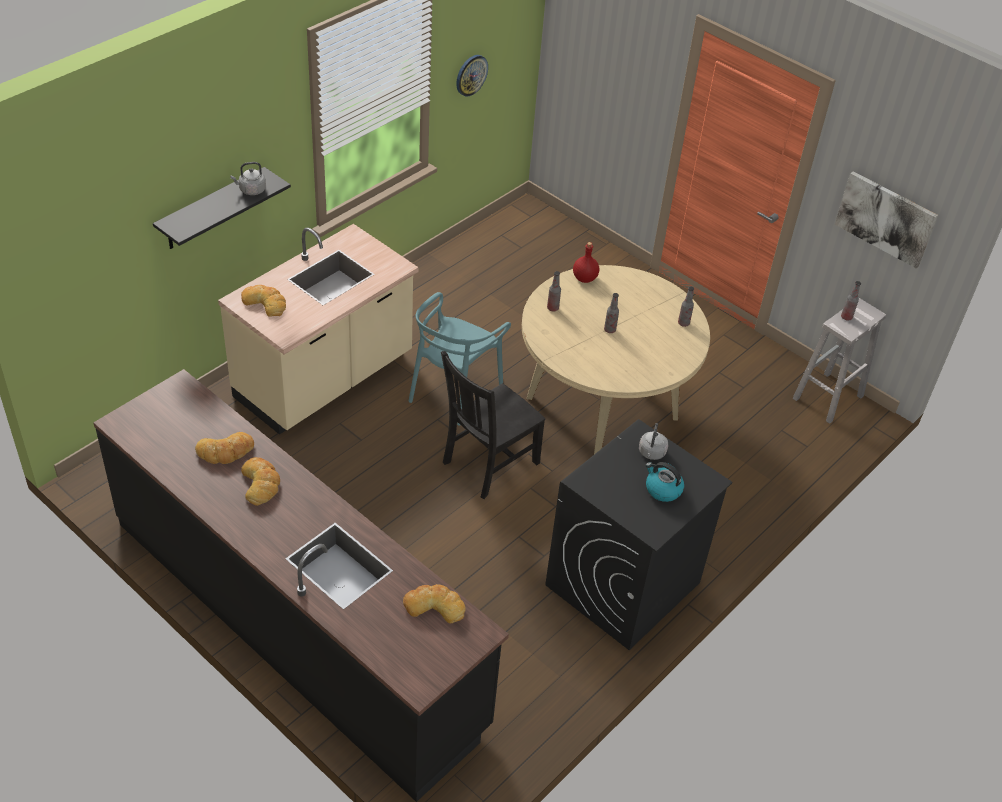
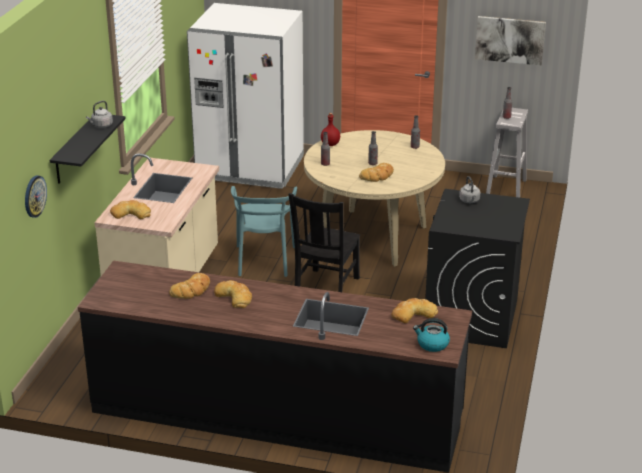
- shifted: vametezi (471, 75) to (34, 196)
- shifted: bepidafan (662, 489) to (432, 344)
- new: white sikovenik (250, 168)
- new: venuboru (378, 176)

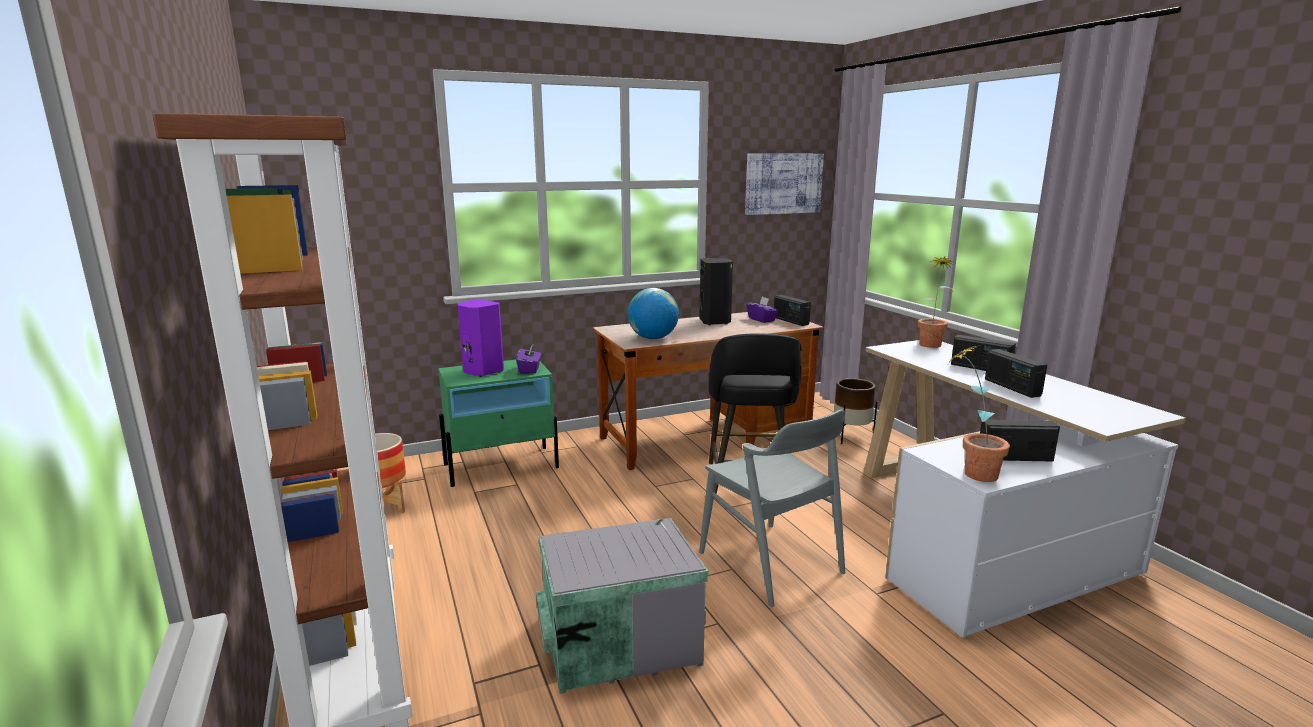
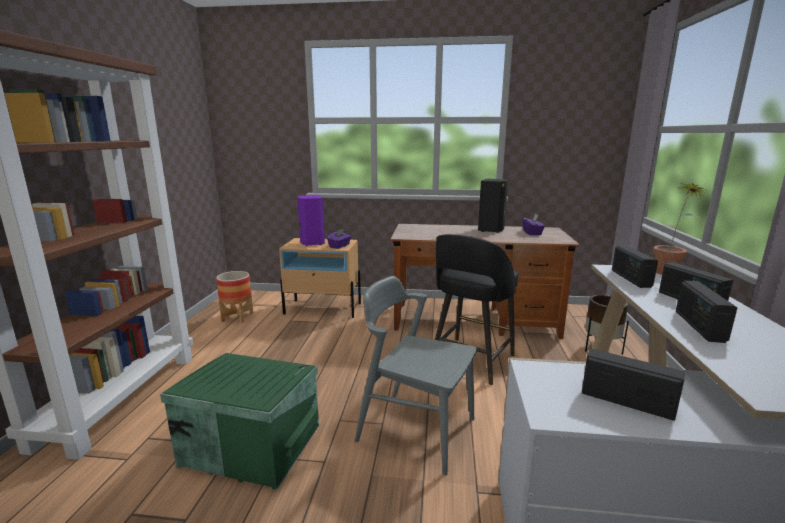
- repainted: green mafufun (502, 466) to beige mafufun (323, 308)
- repainted: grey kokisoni (617, 637) to green kokisoni (252, 443)
- gone: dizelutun (653, 338)
- rotated: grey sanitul (770, 563) = (416, 430) 120 degrees clockwise
- gone: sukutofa (783, 183)
- shifted: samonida (790, 321) to (630, 279)
- gone: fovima (970, 472)

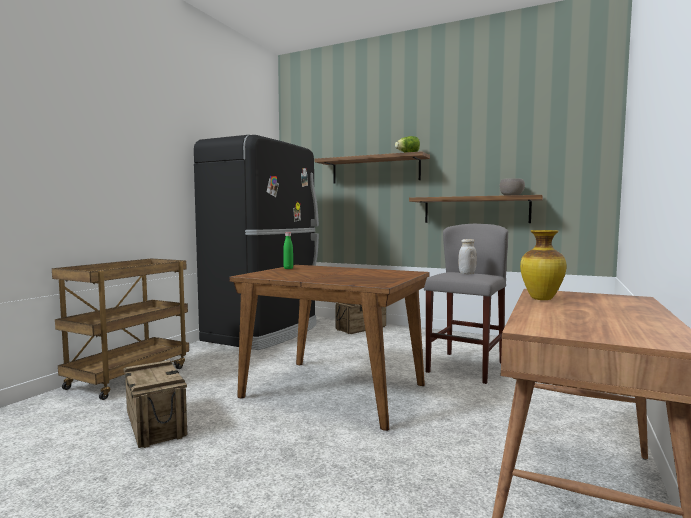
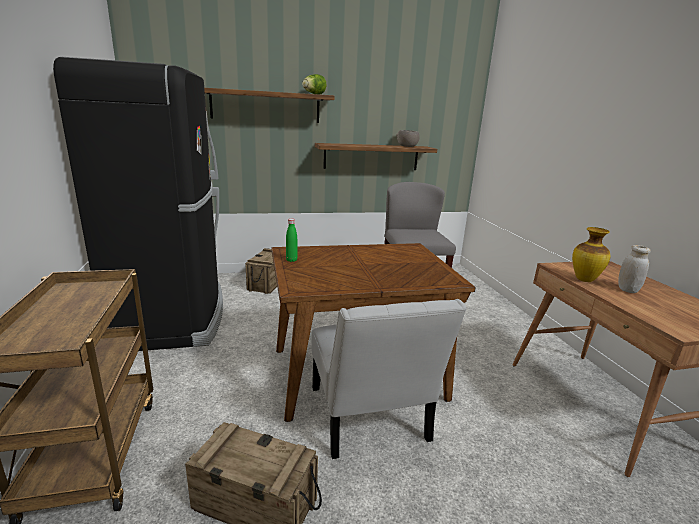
- shifted: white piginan (467, 273) to (627, 290)
- new: white sanitul (369, 419)

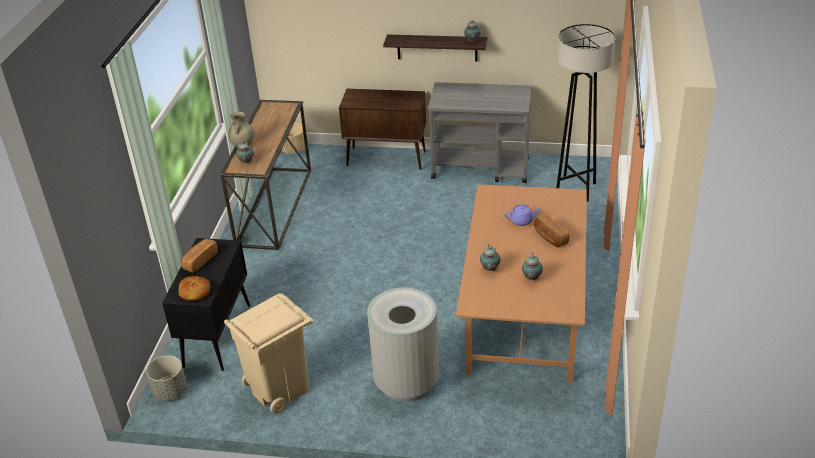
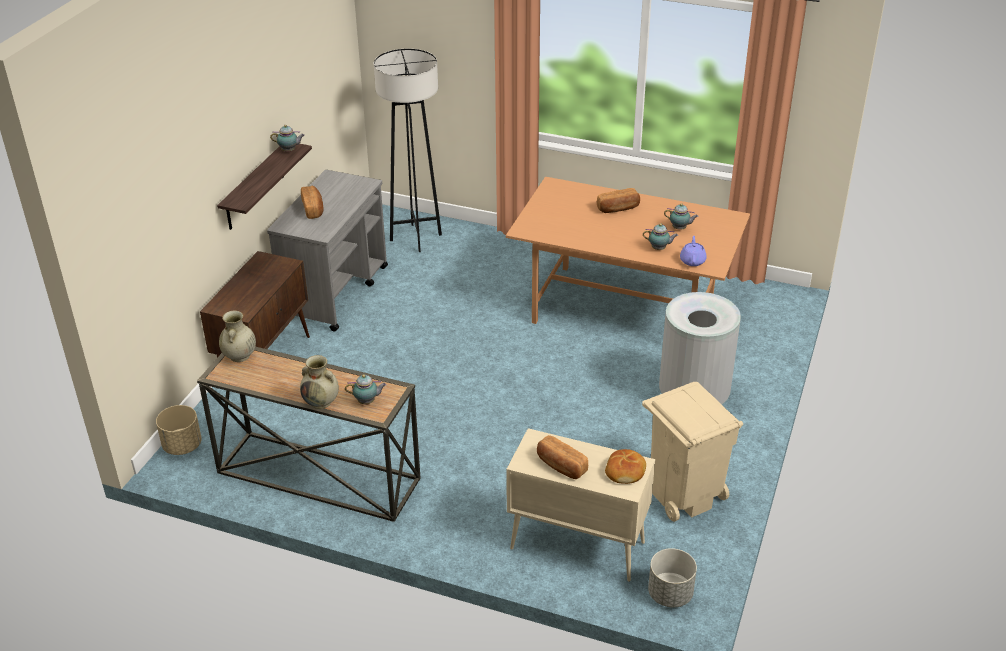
- repainted: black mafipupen (217, 335) to beige mafipupen (576, 545)
- shifted: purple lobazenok (522, 221) to (692, 260)
- new: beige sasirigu (239, 356)
- new: venuboru (313, 209)

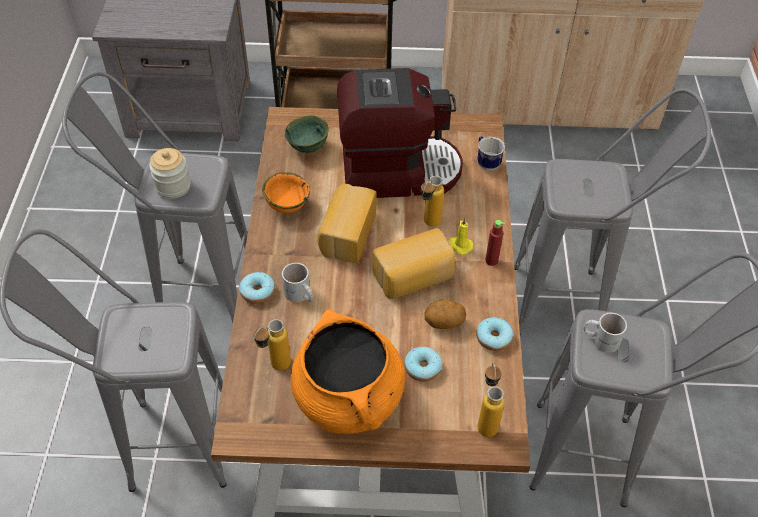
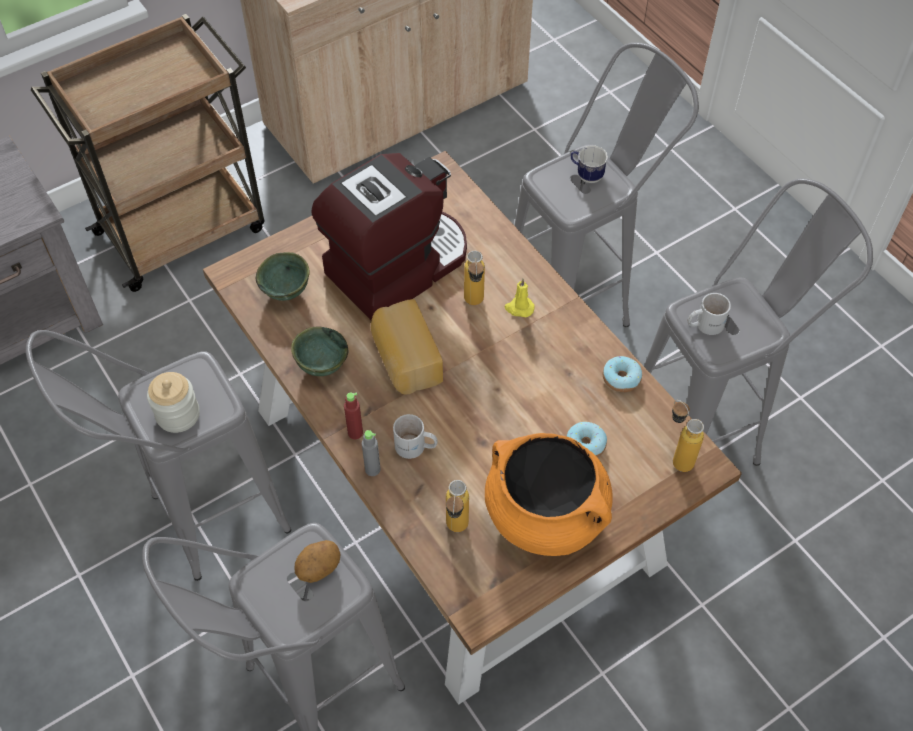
- swapped: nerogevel (257, 292) to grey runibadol (372, 469)
- repainted: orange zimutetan (287, 206) to green zimutetan (321, 365)
- gone: venuboru (414, 277)
- shifted: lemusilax (444, 323) to (318, 568)
- shifted: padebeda (486, 162) to (586, 175)
- shifted: red runibadol (491, 261) to (355, 433)

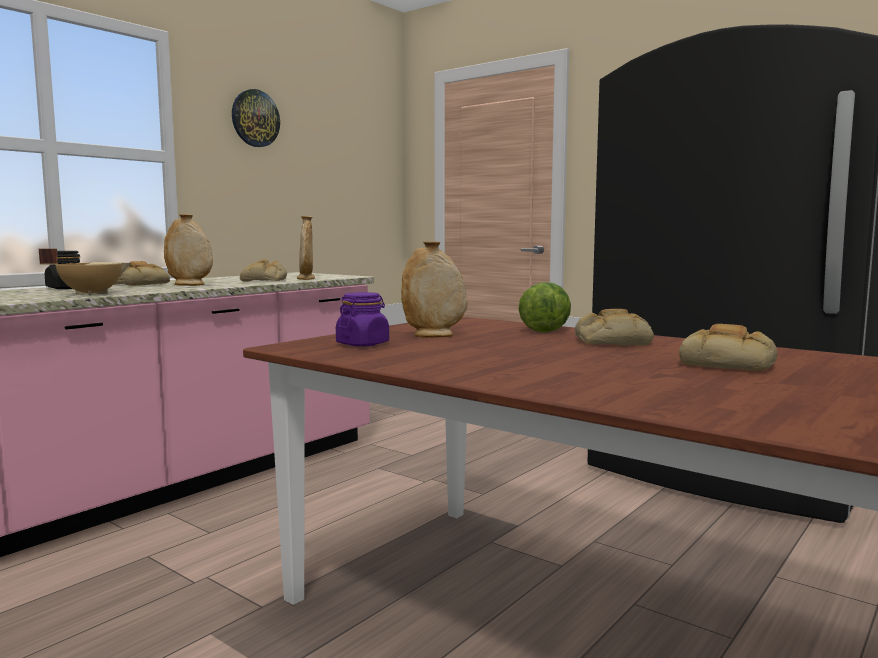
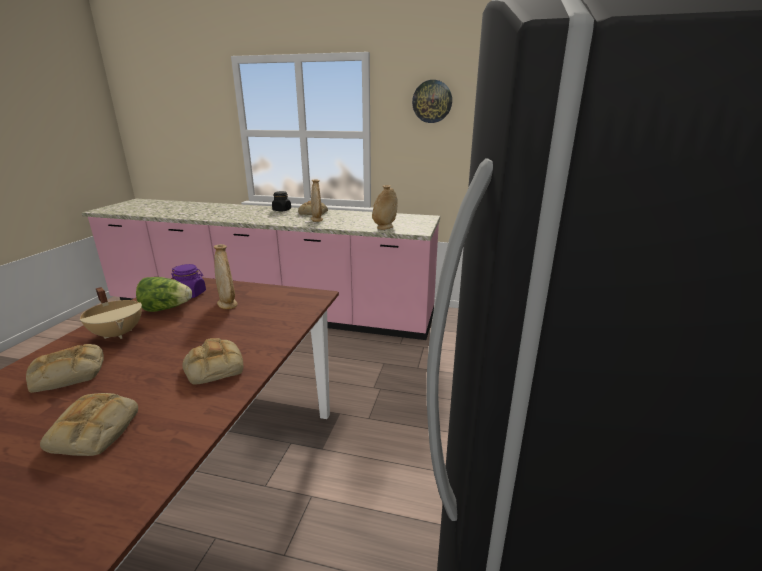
- shifted: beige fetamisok (91, 294) to (119, 333)
- shifted: venuboru (264, 280) to (67, 374)
- shifted: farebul (546, 329) to (166, 309)

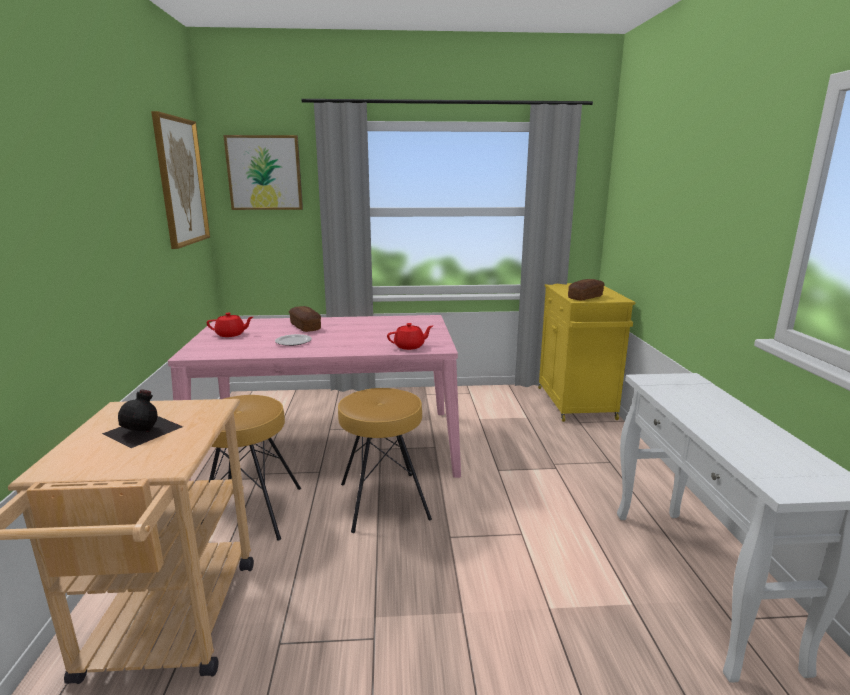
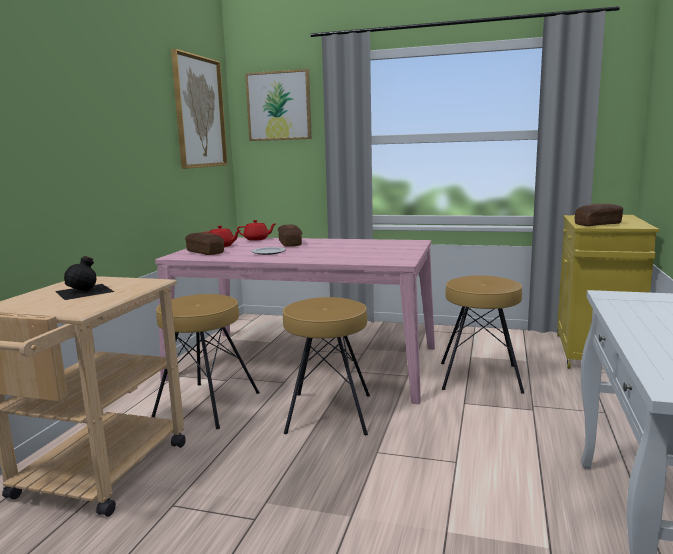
- shifted: red lobazenok (410, 346) to (257, 239)
- new: venuboru (205, 252)
- new: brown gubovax (480, 377)

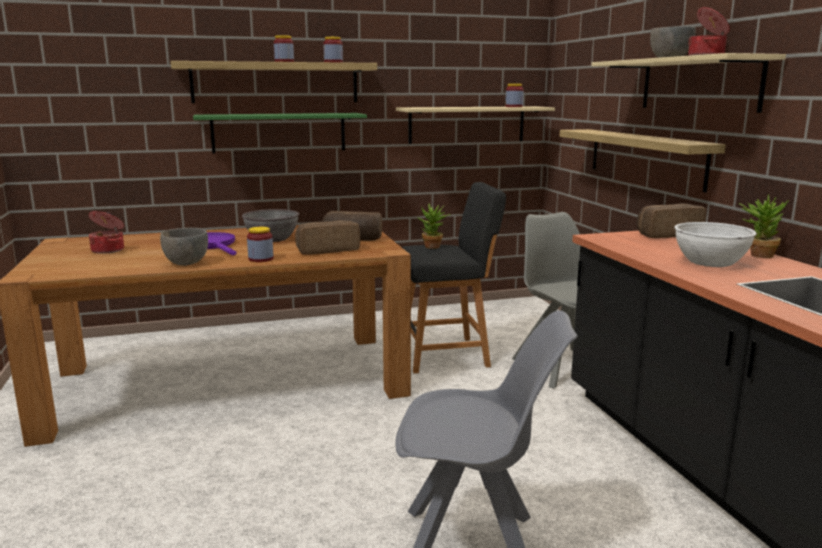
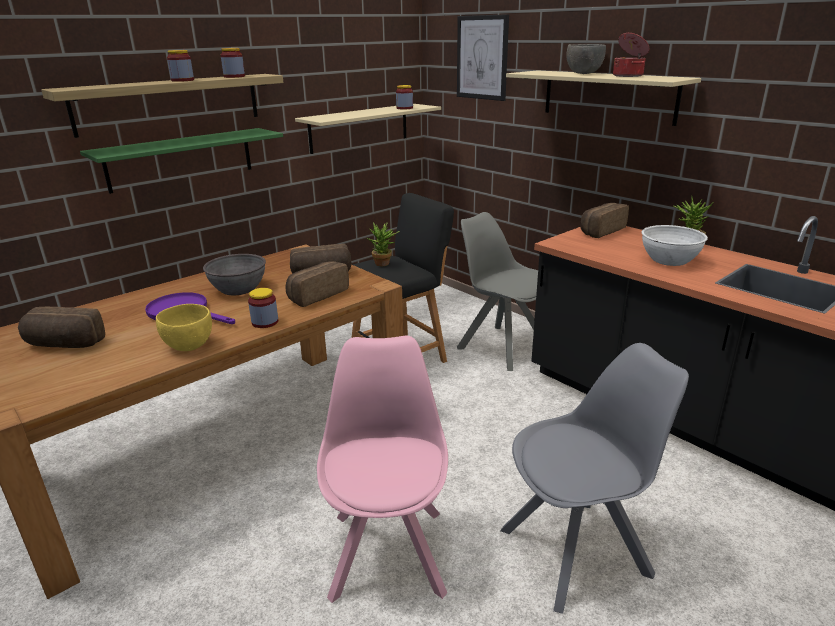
- swapped: fetamisok (109, 250) to venuboru (64, 344)
- repainted: grey zimutetan (186, 263) to yellow zimutetan (189, 345)
- gone: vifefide (645, 157)
- new: pink sanitul (388, 549)
- new: sukutofa (482, 58)

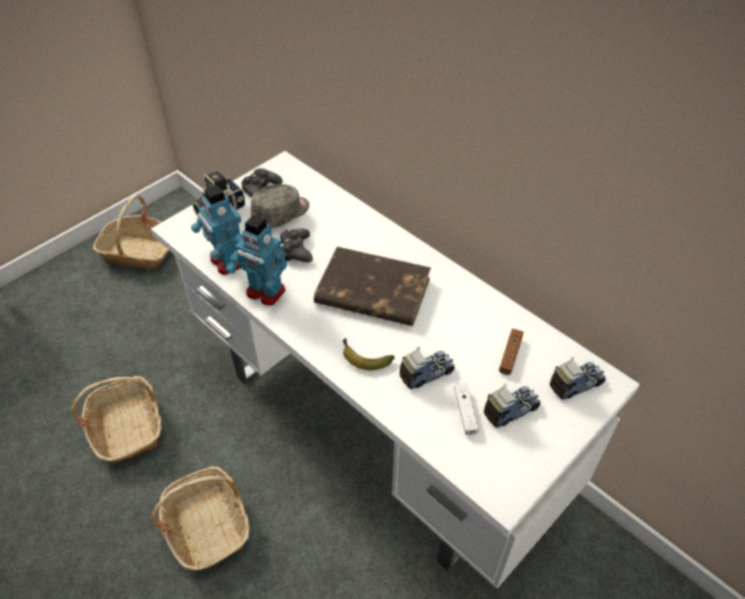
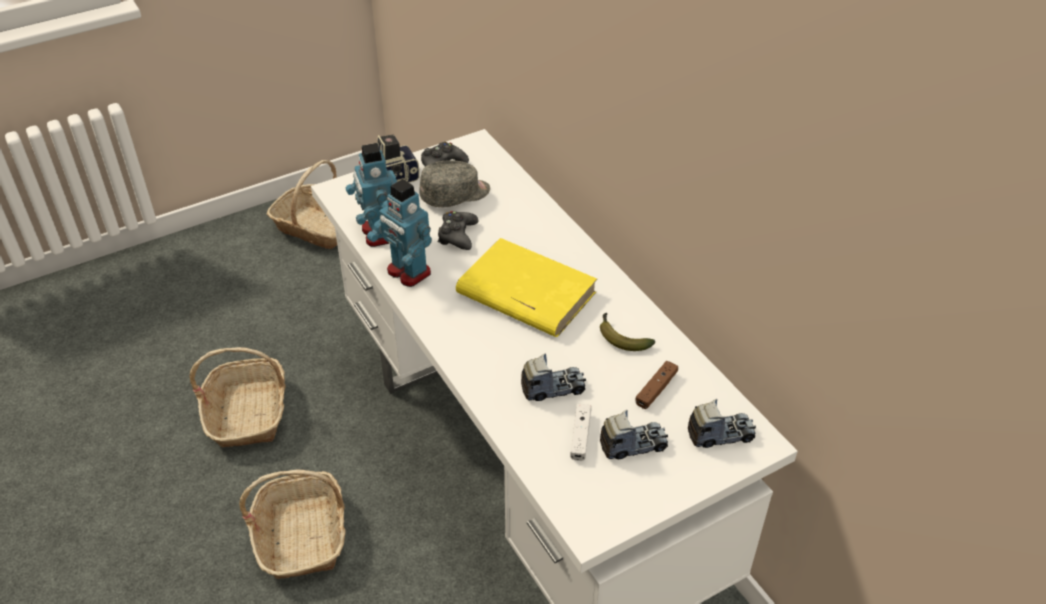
- repainted: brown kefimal (371, 291) to yellow kefimal (525, 293)
- shifted: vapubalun (363, 358) to (621, 337)

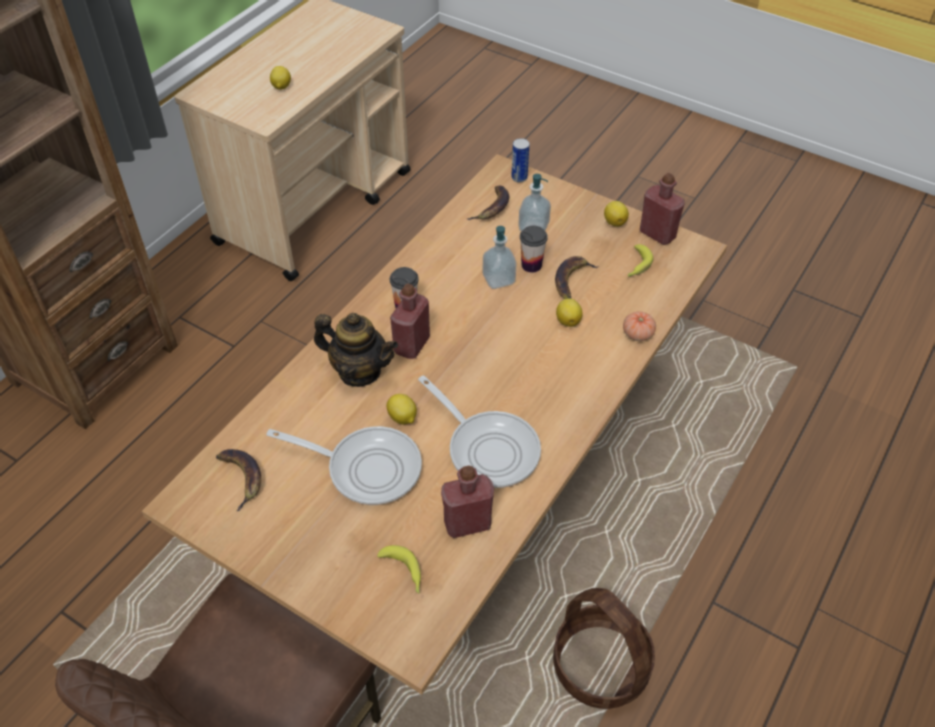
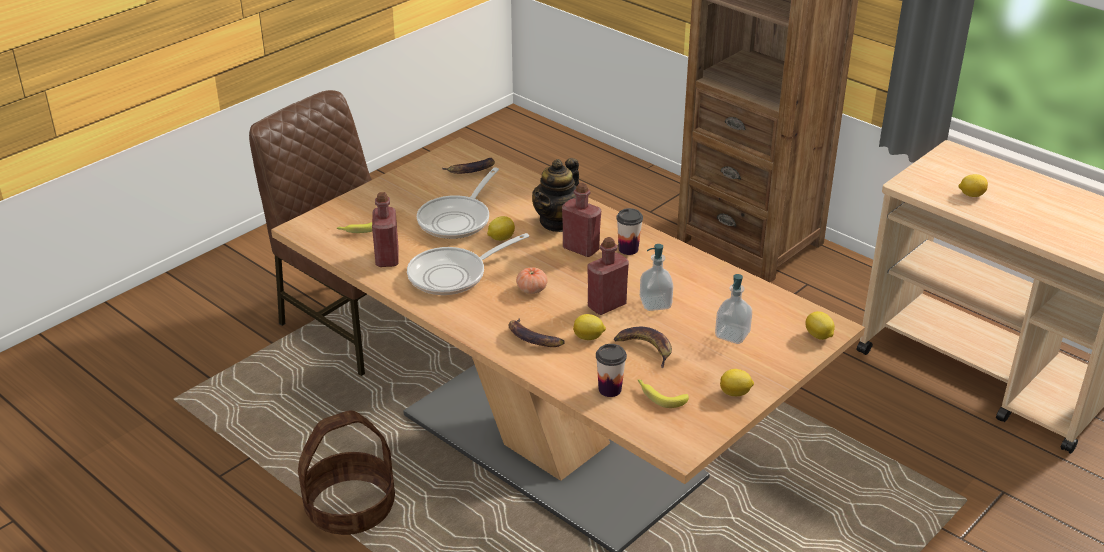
- shifted: vapubalun (492, 208) to (532, 338)
- swapped: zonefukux (519, 177) to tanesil (819, 336)
- shifted: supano (531, 265) to (610, 389)
- shifted: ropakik (637, 334) to (531, 289)
- shifted: red runibadol (657, 234) to (606, 305)

